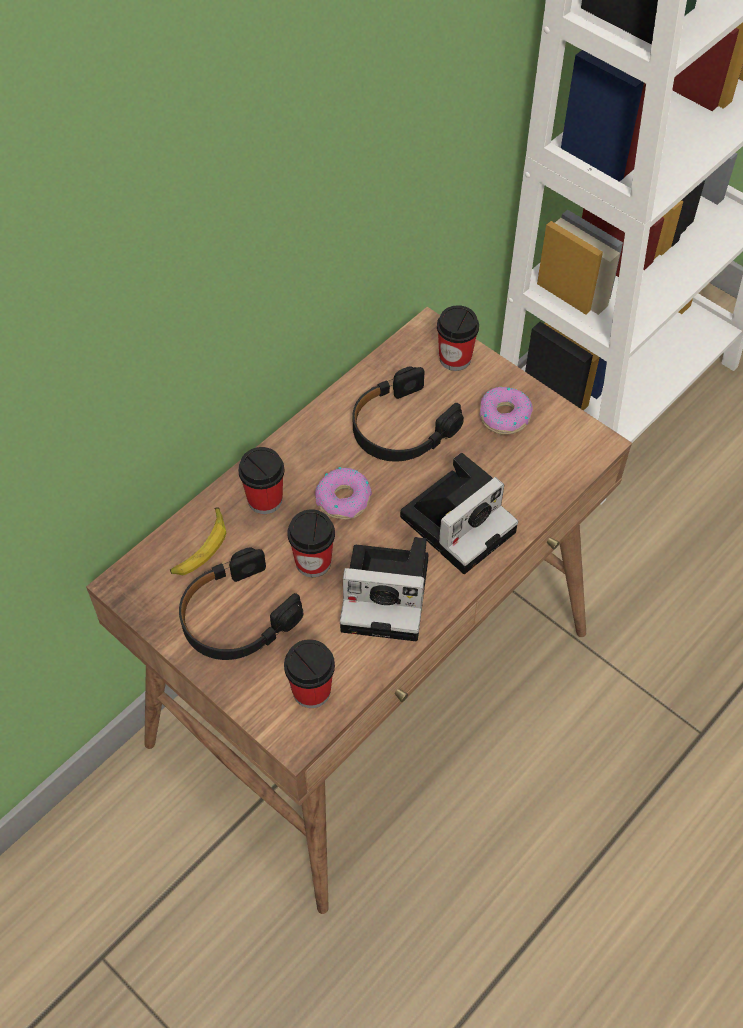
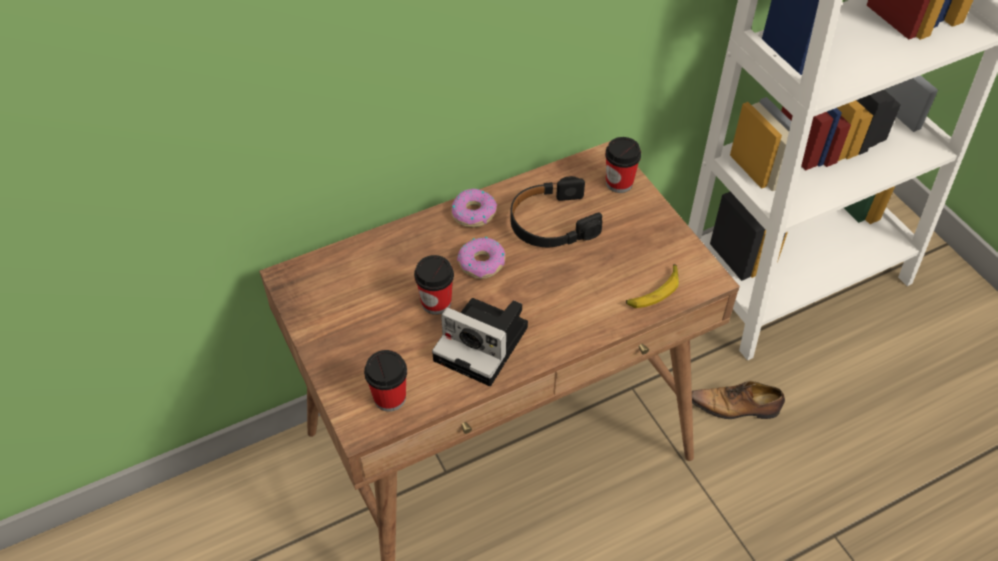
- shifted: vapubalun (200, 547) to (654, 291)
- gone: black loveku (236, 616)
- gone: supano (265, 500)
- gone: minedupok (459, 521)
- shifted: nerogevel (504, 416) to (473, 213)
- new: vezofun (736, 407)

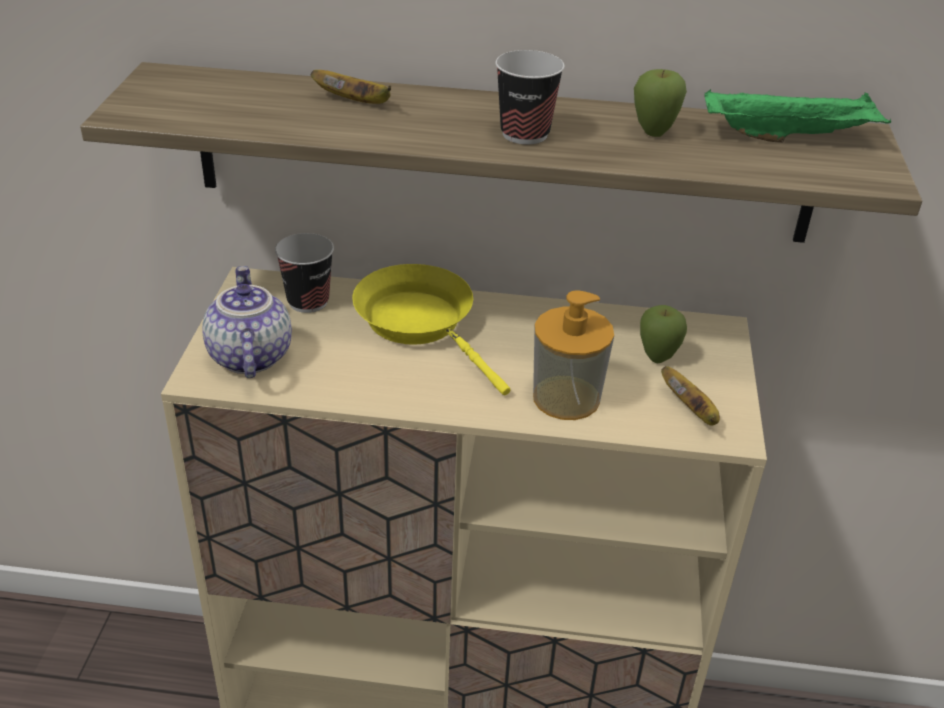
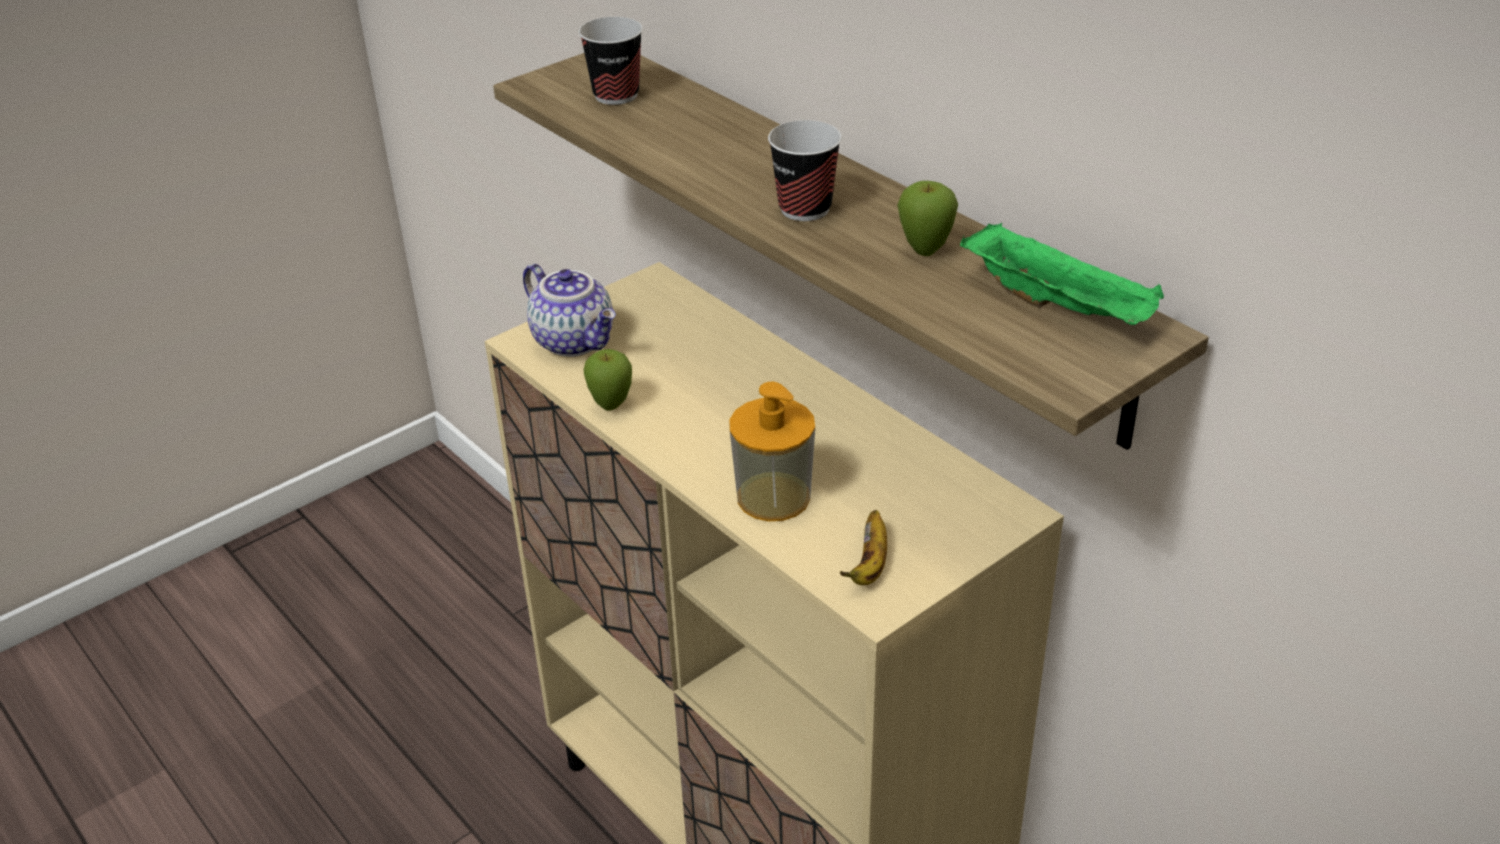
- rotated: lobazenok (248, 356) = (575, 341) 105 degrees clockwise
- shifted: supano (308, 301) to (616, 95)
- gone: vapubalun (356, 102)
- gone: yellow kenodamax (421, 324)
- shifted: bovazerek (657, 358) to (611, 406)

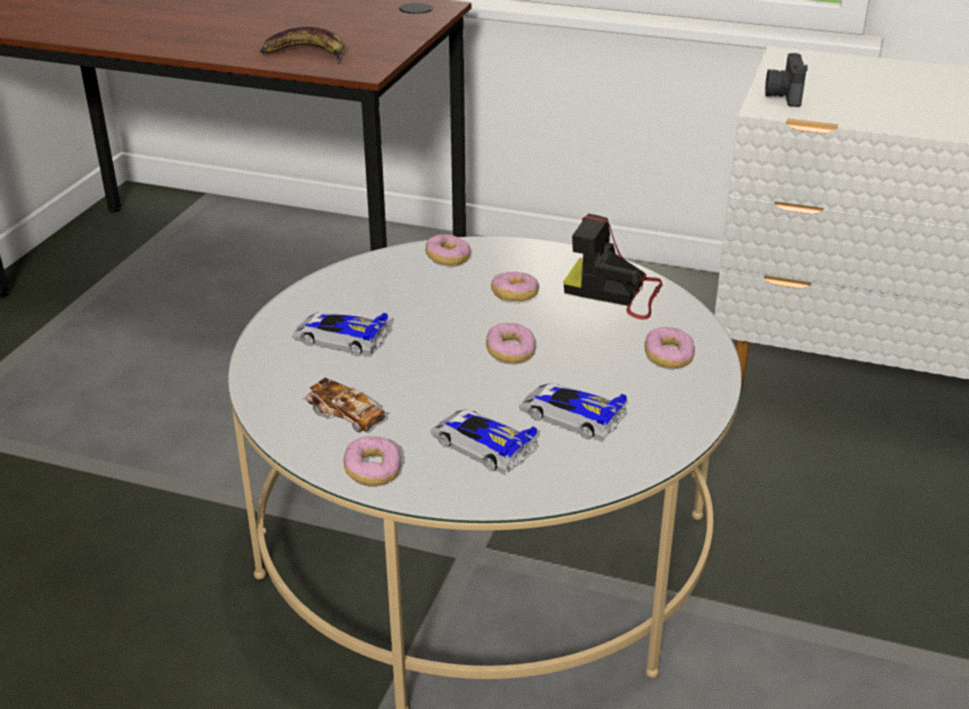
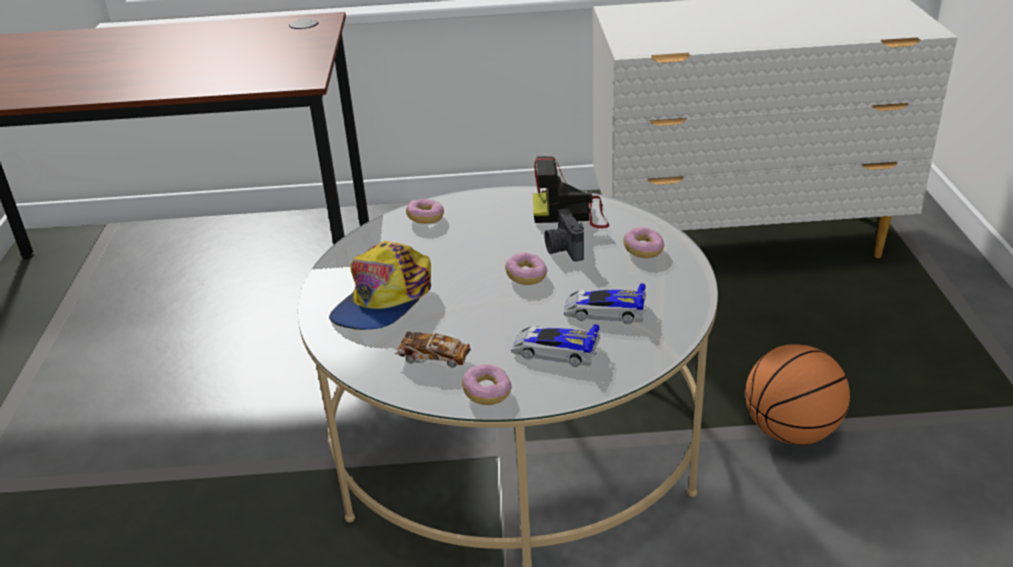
- gone: vapubalun (306, 53)
- swapped: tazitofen (339, 339) to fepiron (384, 301)
- gone: nerogevel (514, 296)
- shifted: minedupok (783, 96) to (563, 249)
- new: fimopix (791, 432)

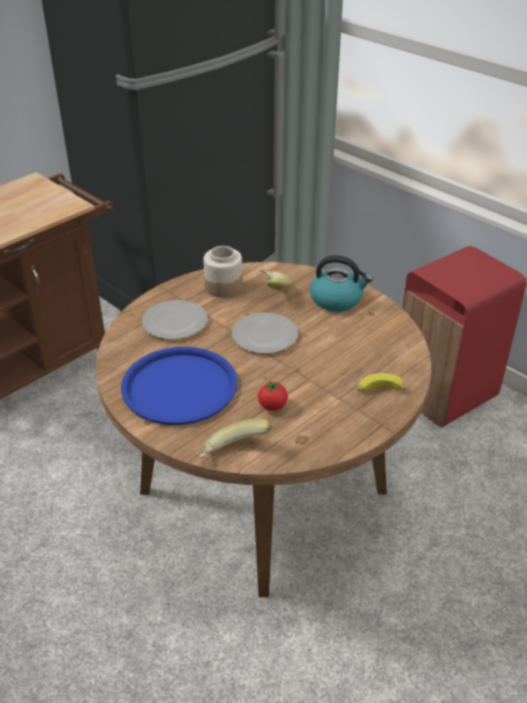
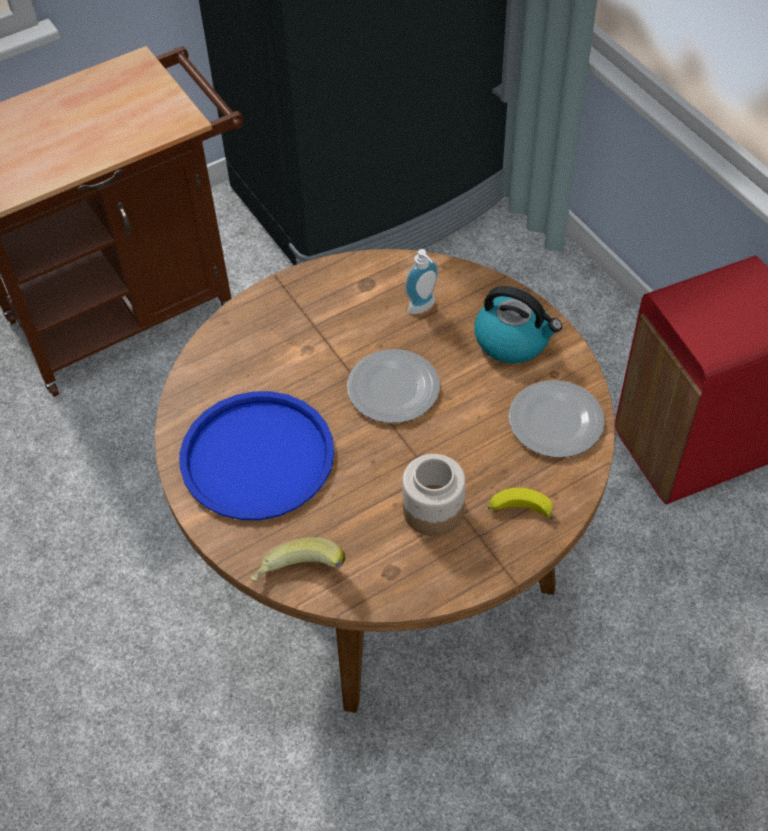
- shifted: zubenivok (176, 322) to (556, 422)
- shifted: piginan (223, 287) to (432, 511)
- gone: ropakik (272, 406)
- swapped: vapubalun (270, 290) to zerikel (424, 308)

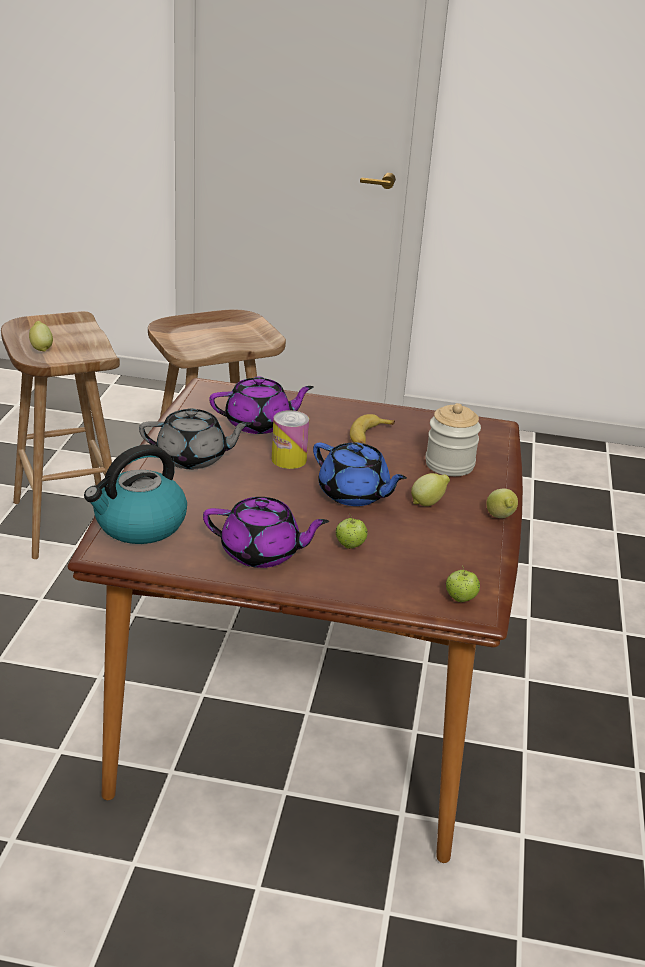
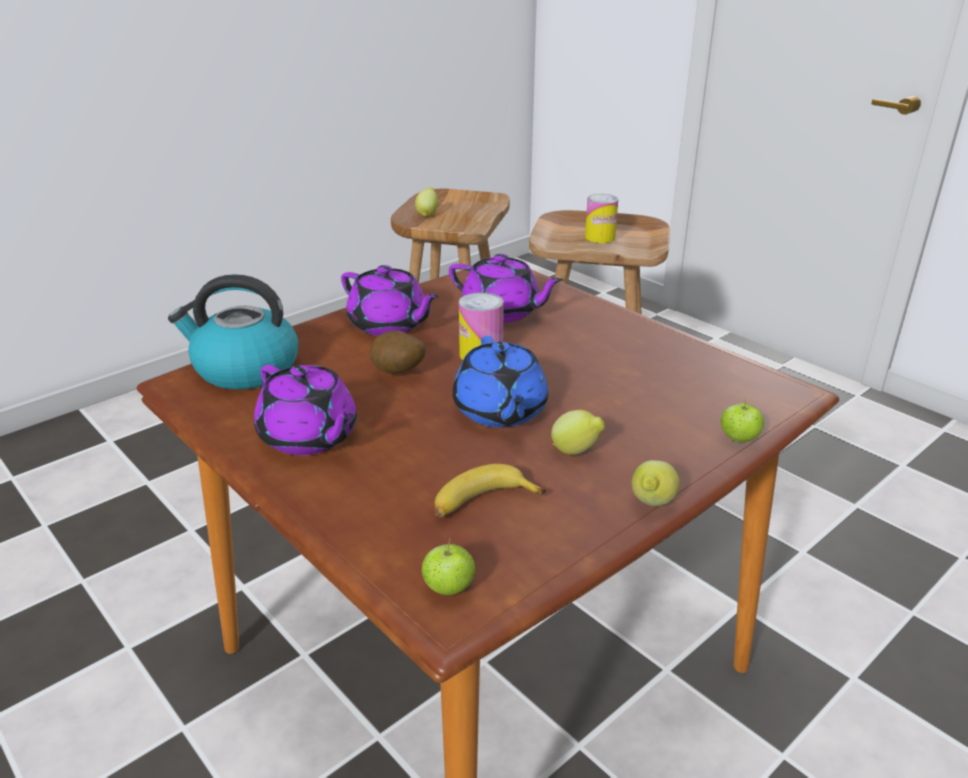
- repainted: grey lobazenok (193, 458) to purple lobazenok (389, 325)
- shifted: bovazerek (350, 546) to (738, 439)
- shifted: vapubalun (369, 437) to (482, 503)
- gone: piginan (449, 464)
- new: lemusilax (397, 374)
- new: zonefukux (600, 237)

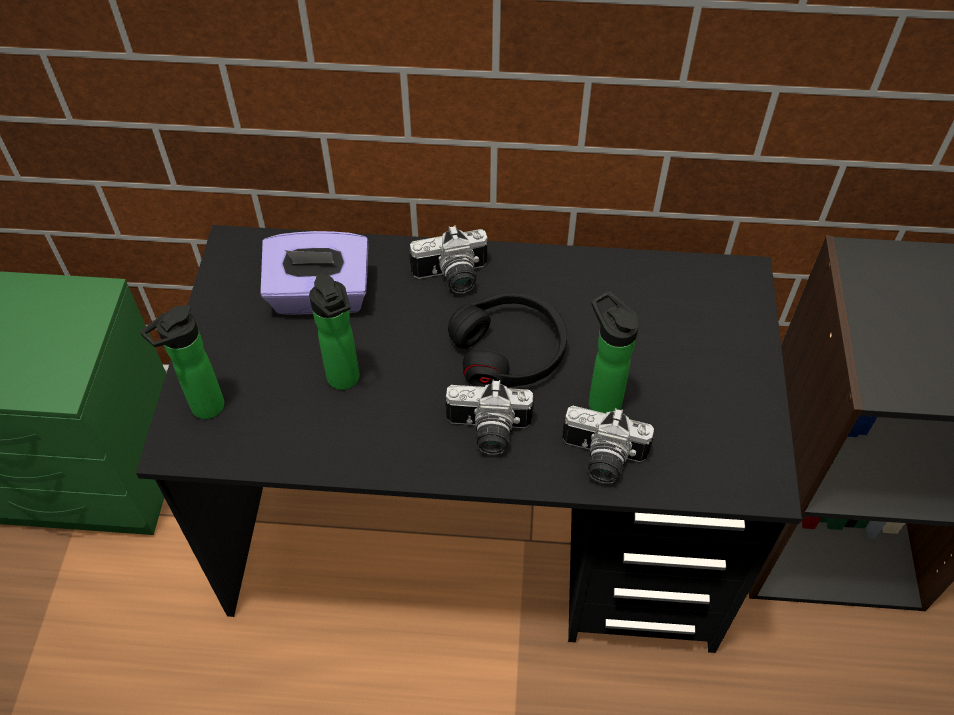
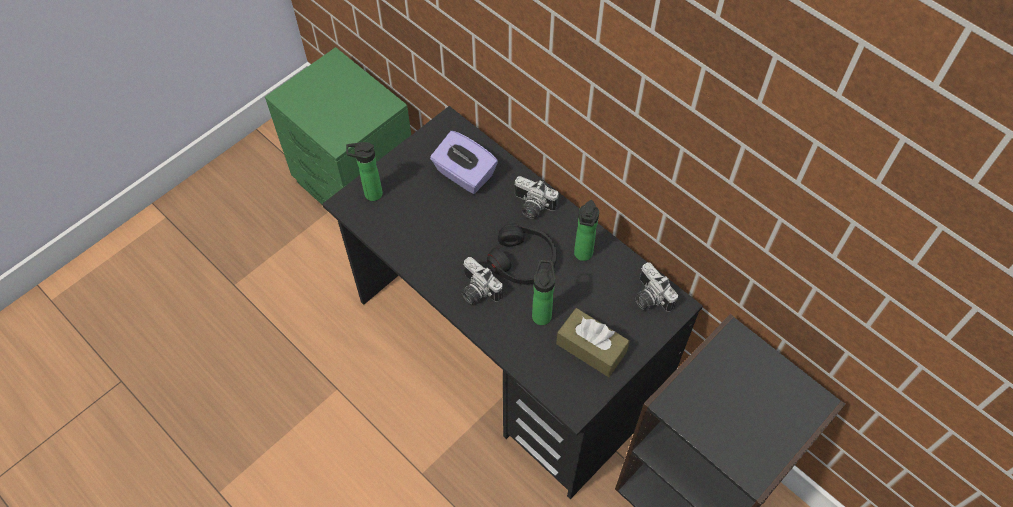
- shifted: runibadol (345, 381) to (582, 255)
- shifted: minedupok (601, 460) to (649, 297)
- new: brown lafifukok (591, 348)

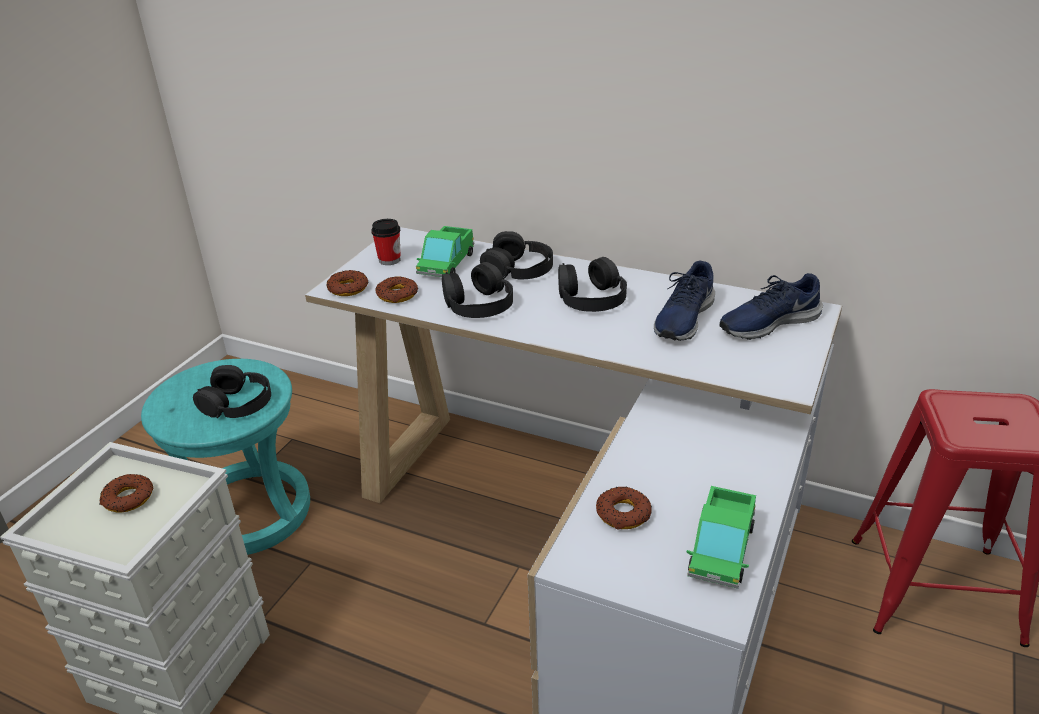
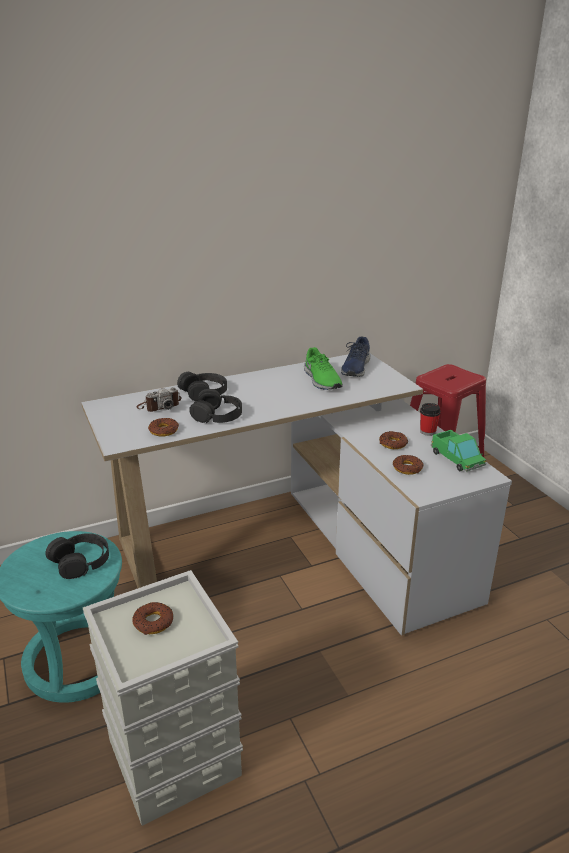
- shifted: nerogevel (348, 288) to (393, 444)
- shifted: supano (389, 260) to (427, 432)
- swapped: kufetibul (446, 264) to minedupok (159, 406)
- gone: black loveku (591, 297)
- repainted: blue vezofun (683, 318) to green vezofun (321, 380)

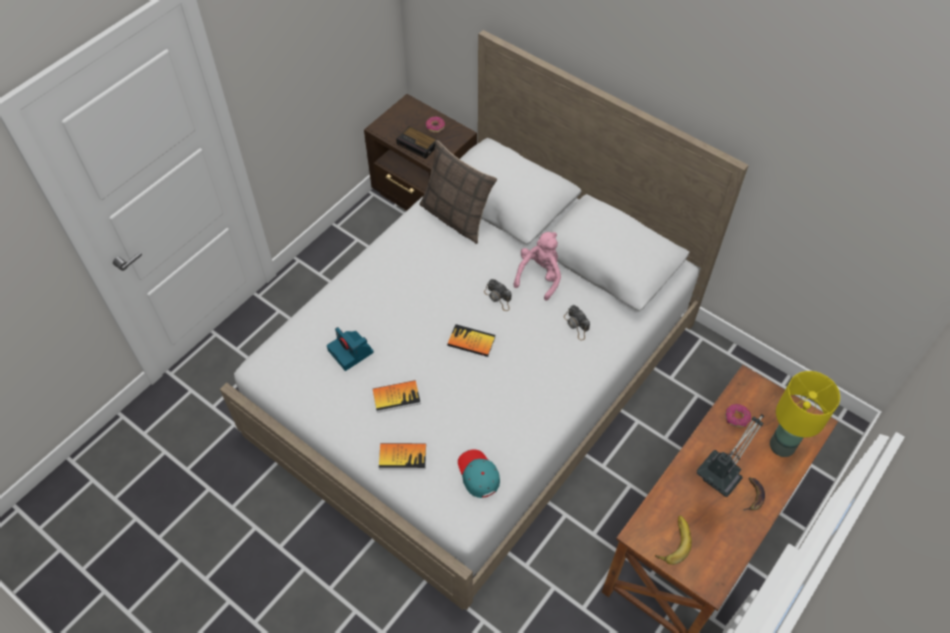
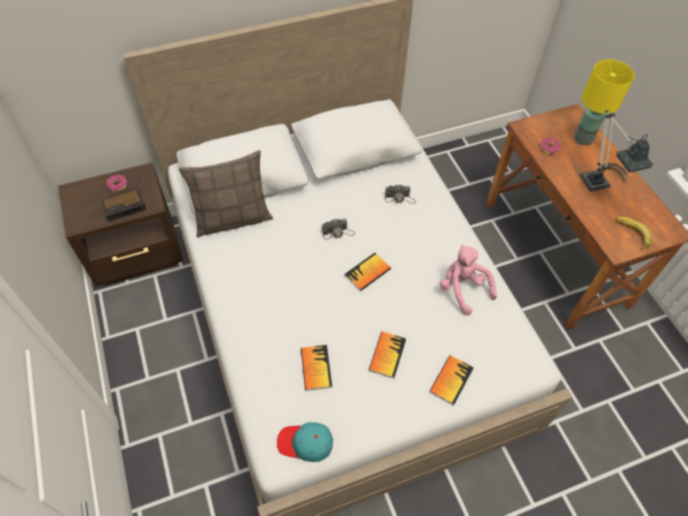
- swapped: minedupok (351, 352) to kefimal (316, 368)
- shifted: turquoise fepiron (478, 475) to (305, 443)
- shifted: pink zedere (539, 276) to (463, 289)

